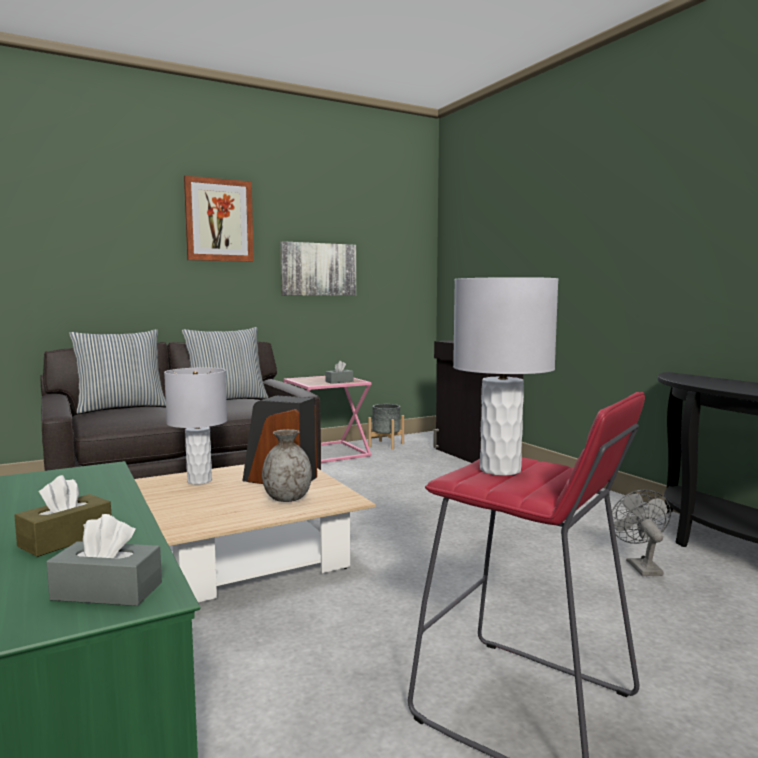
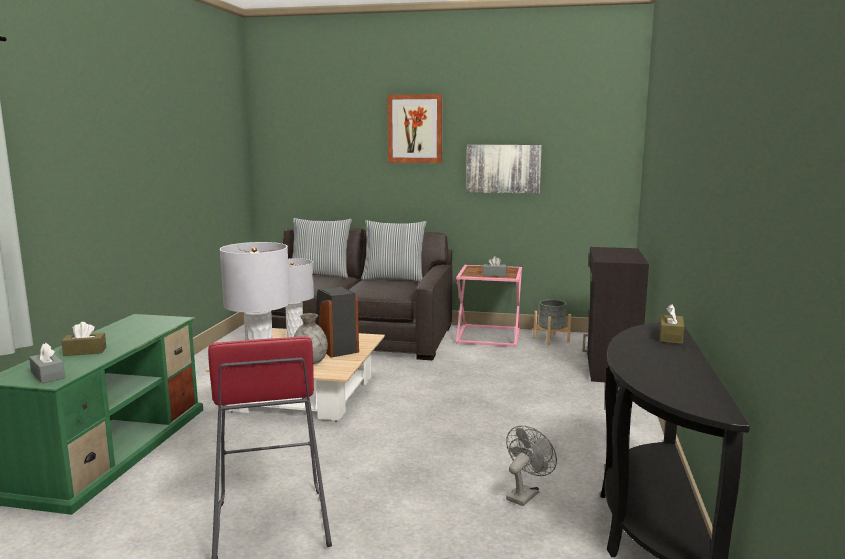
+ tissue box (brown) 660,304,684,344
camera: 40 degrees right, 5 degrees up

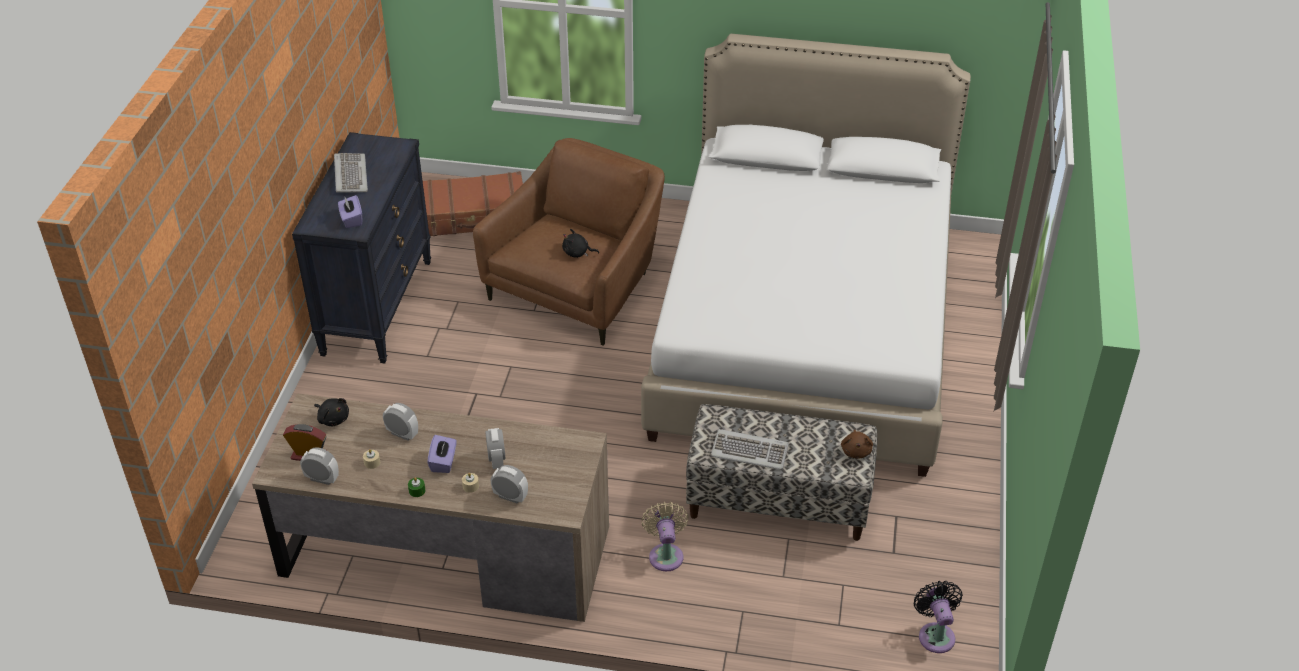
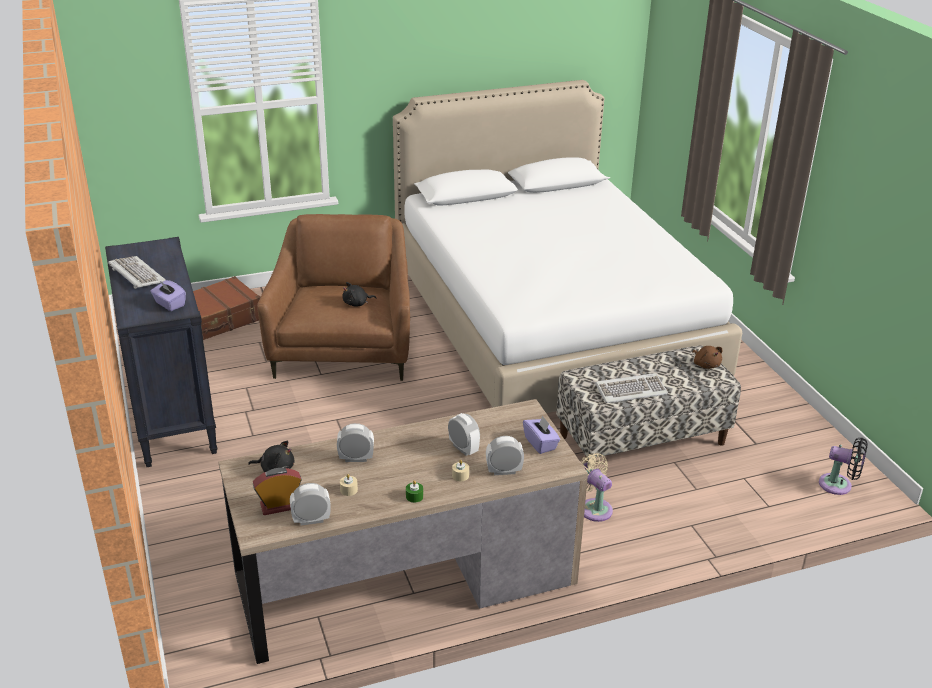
~ tissue box (purple) 427,435,457,473 to 523,415,560,454
~ fan (black) 914,581,963,653 = 819,438,868,495 150 degrees clockwise
camera: 30 degrees left, 10 degrees down

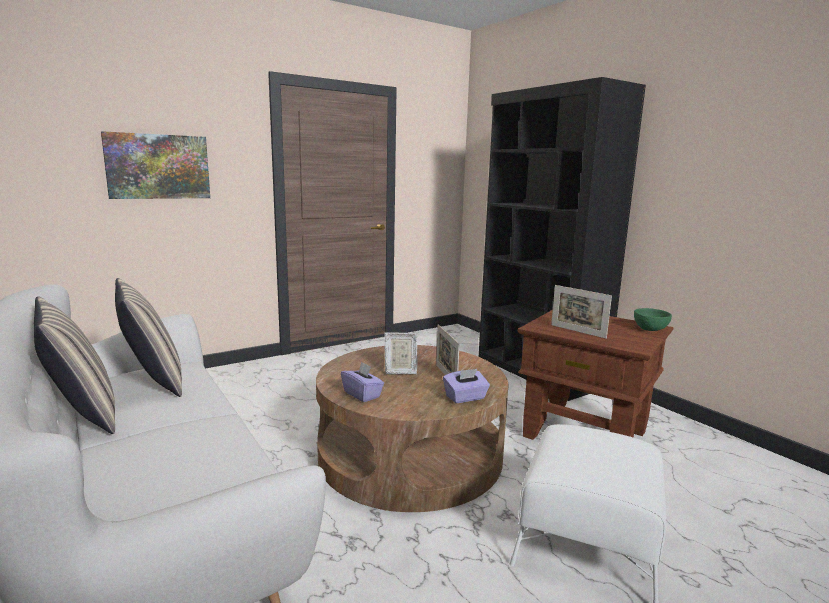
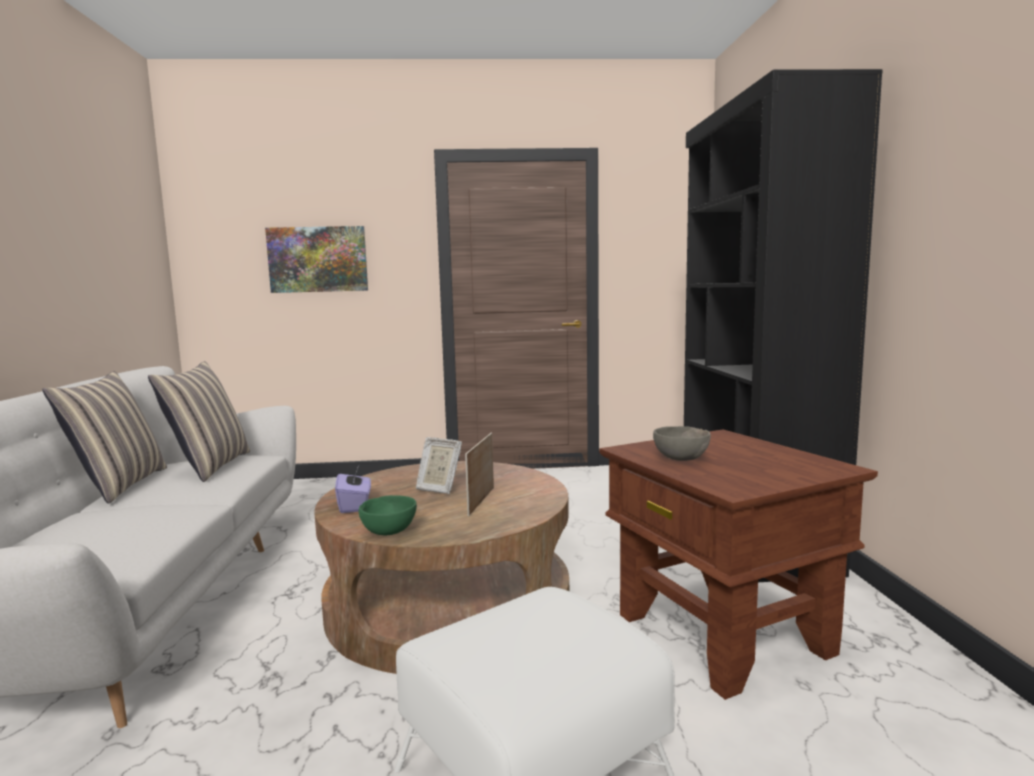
- tissue box (purple) 443,369,490,403
~ picture frame 551,285,612,339 to bowl (grey) 653,426,711,461
~ bowl (green) 634,308,672,331 to 358,495,417,535
camera: 30 degrees right, 5 degrees down

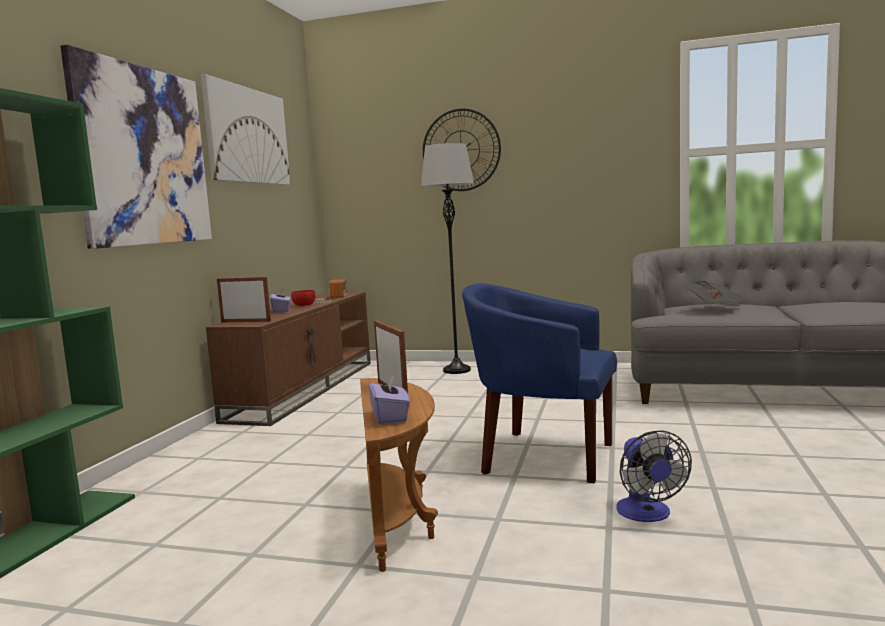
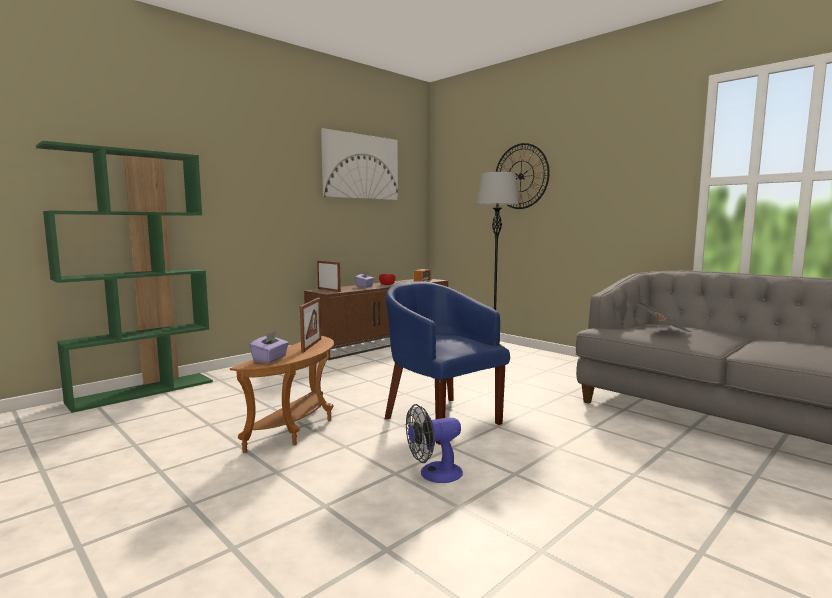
- picture 60,44,212,249
~ fan 616,430,692,522 = 406,404,463,483 45 degrees clockwise
camera: 30 degrees right, 0 degrees up

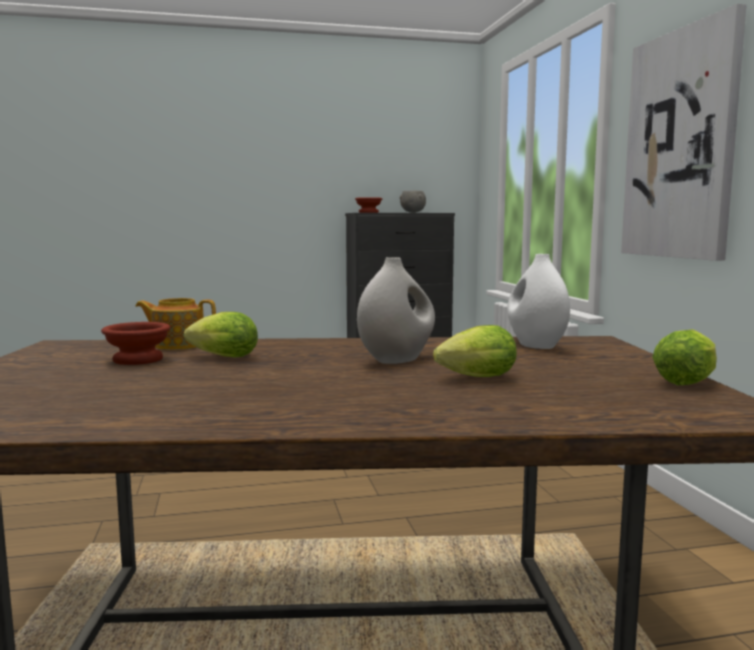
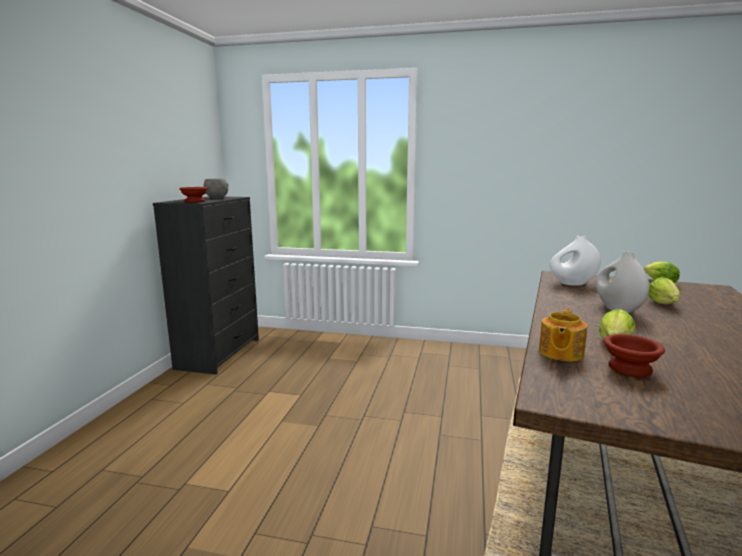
- picture 621,4,747,261
camera: 65 degrees left, 5 degrees up

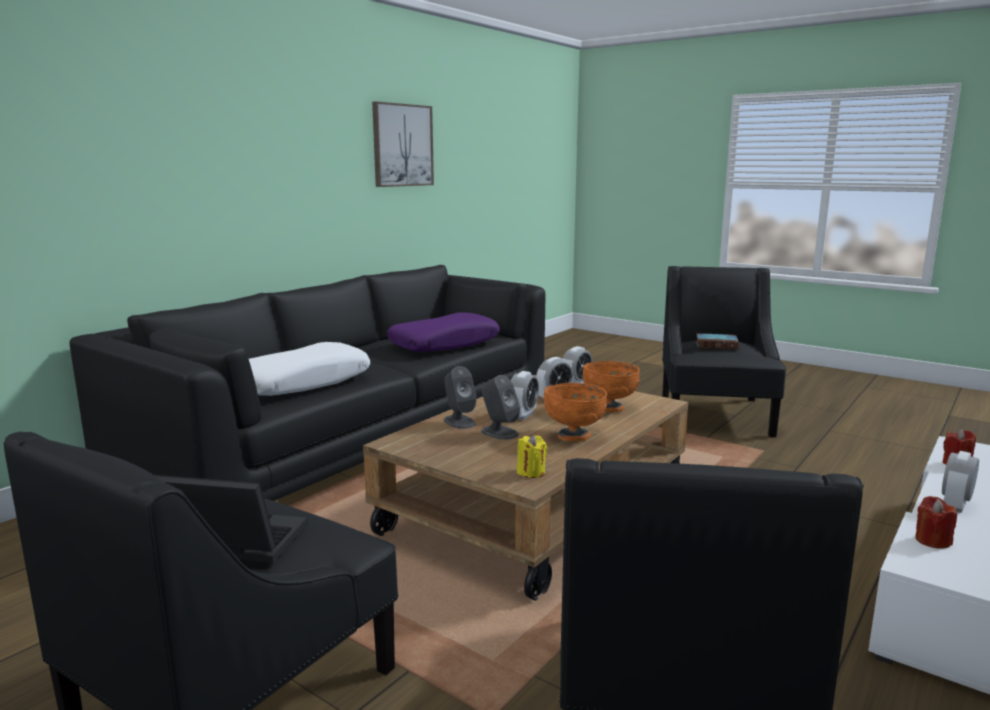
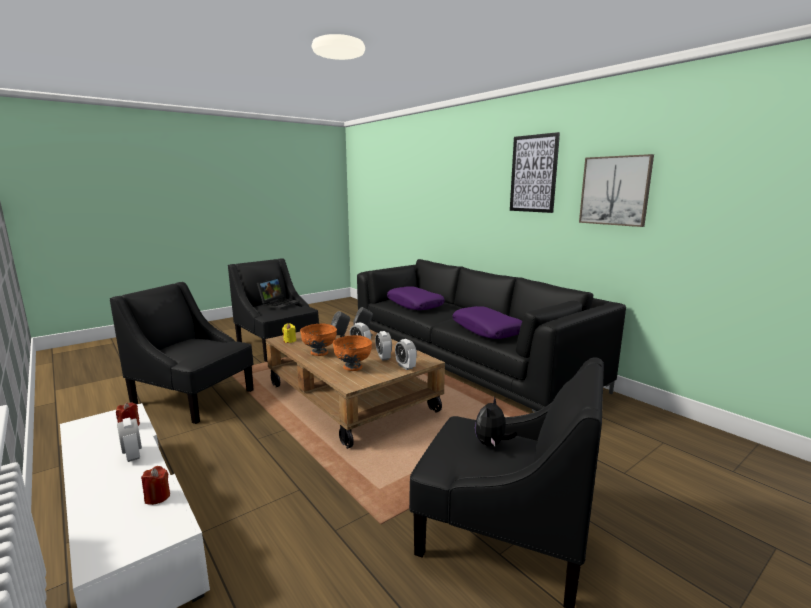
~ pillow (white) 249,342,370,396 to pillow (purple) 387,286,445,310
~ book 696,333,739,350 to plush toy 475,396,517,446
+ picture 510,132,560,213
camera: 105 degrees right, 0 degrees up

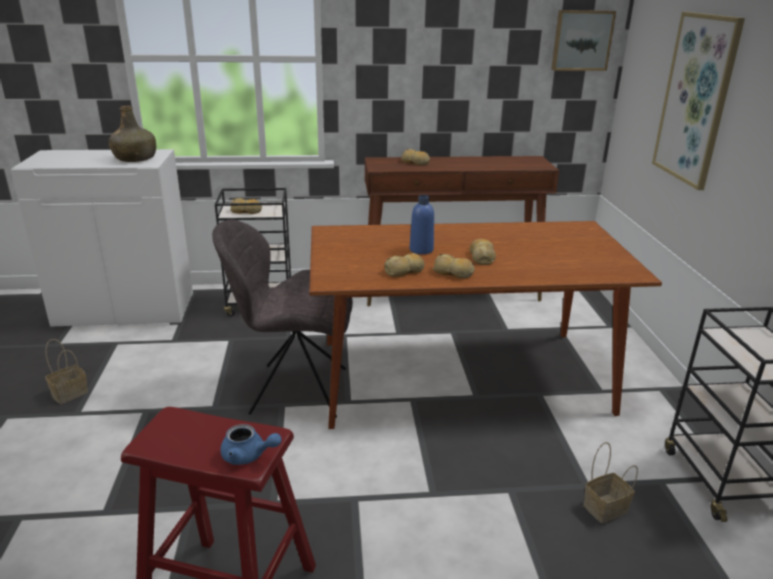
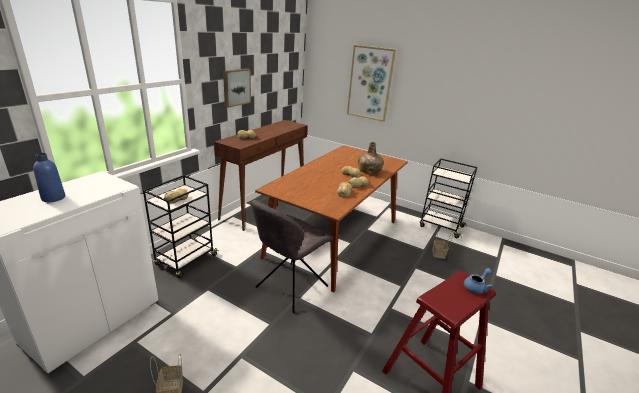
~ bottle (green) 109,106,156,162 to 358,142,384,174
~ bottle (blue) 410,195,434,254 to 33,153,65,202
~ picture 551,10,616,71 to 223,68,251,108
camera: 55 degrees left, 0 degrees up

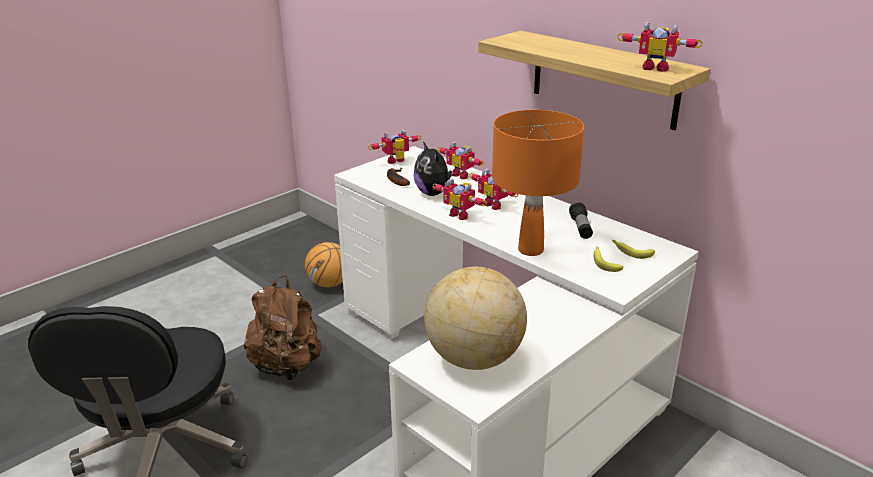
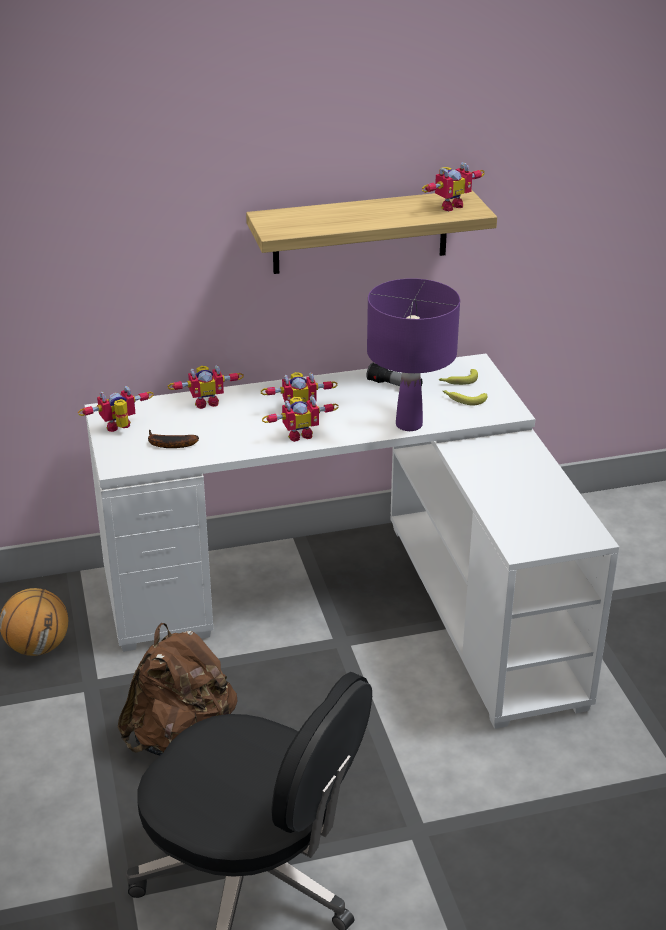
~ toy robot 368,129,421,164 = 78,386,154,432 60 degrees clockwise
- plush toy 414,141,452,196
- globe 424,267,527,370
~ table lamp (orange) 492,110,584,256 to table lamp (purple) 367,278,460,431
camera: 60 degrees left, 5 degrees up

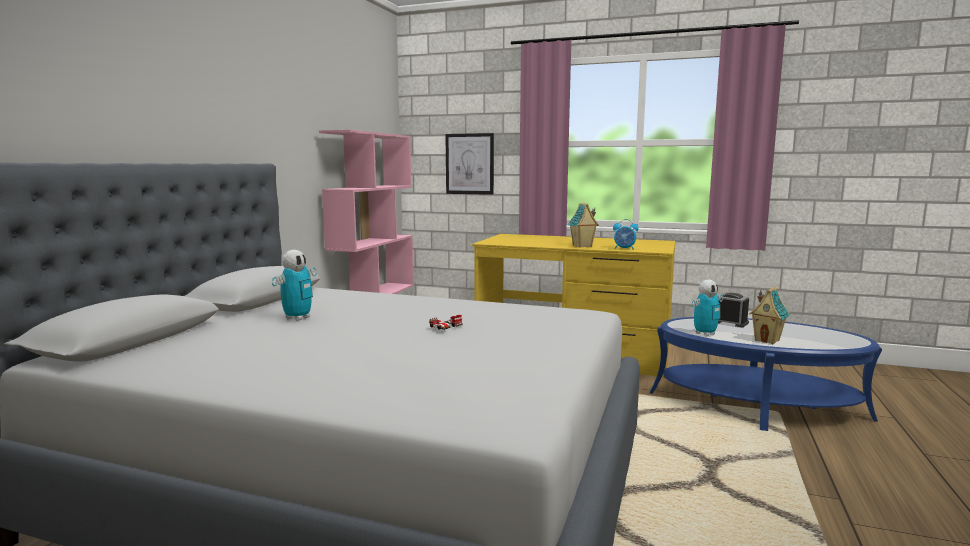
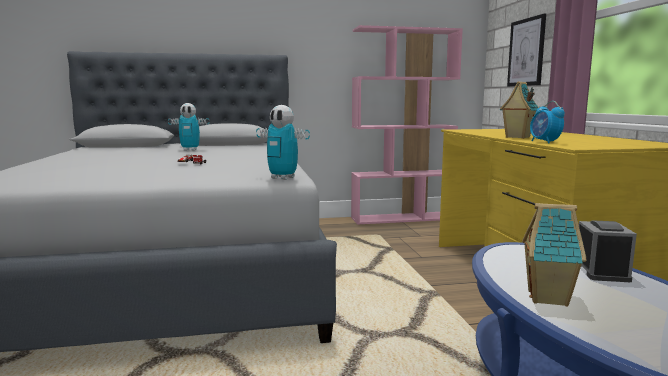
~ toy robot 691,280,723,336 to 256,105,310,180
camera: 60 degrees right, 0 degrees up

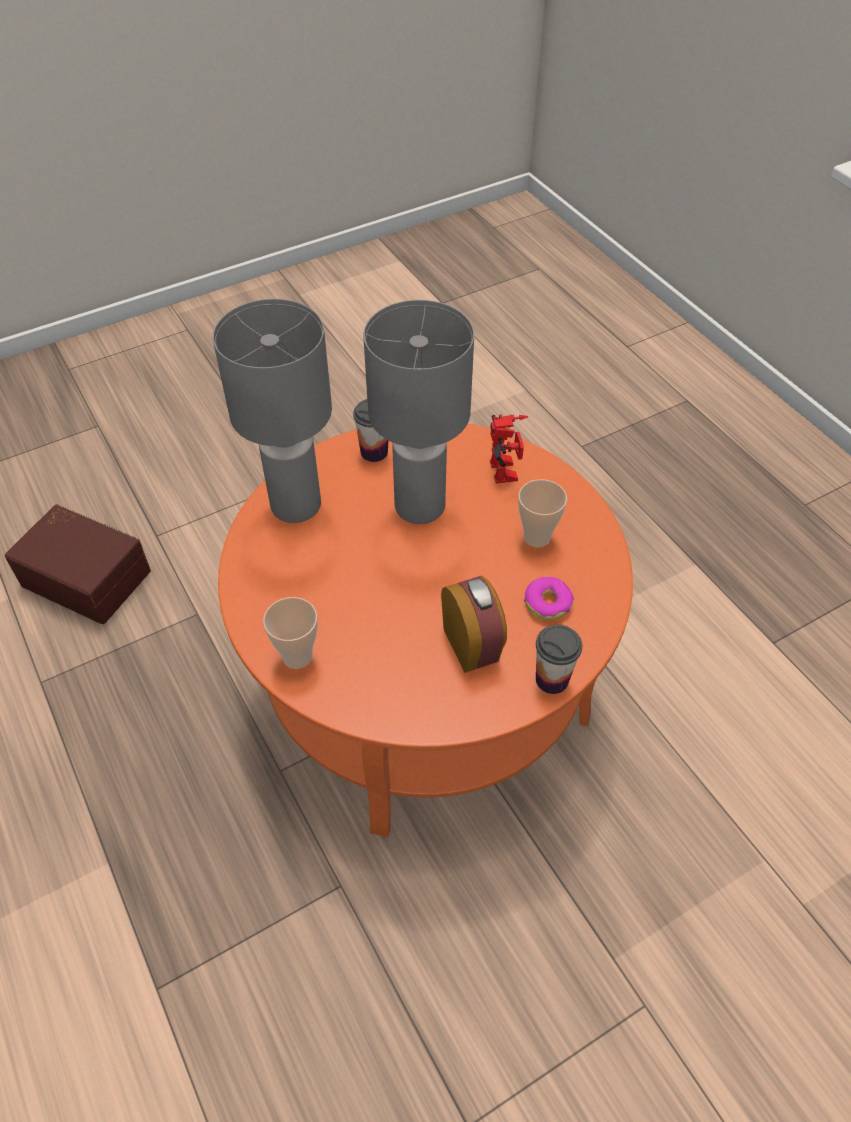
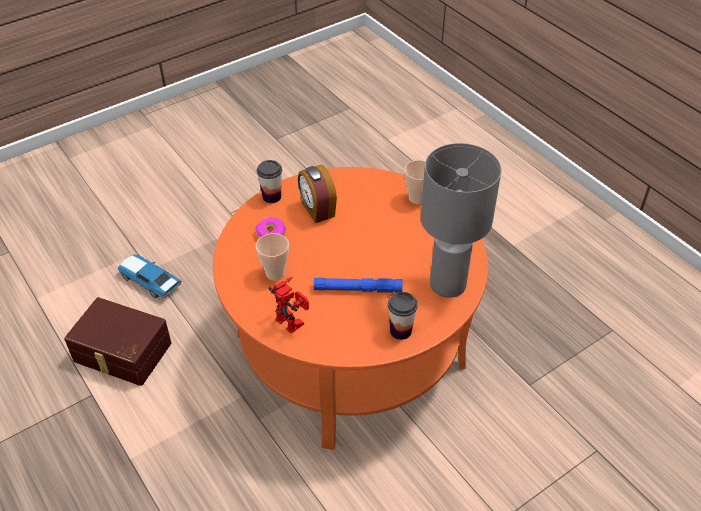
~ storage box (brown) 5,504,151,624 to 64,297,171,386
~ table lamp (grey) 363,300,474,524 to flashlight (blue) 314,278,402,293
~ toy robot 490,414,528,484 = 268,277,309,334 150 degrees clockwise
+ toy car 117,254,182,298
camera: 175 degrees right, 5 degrees down

